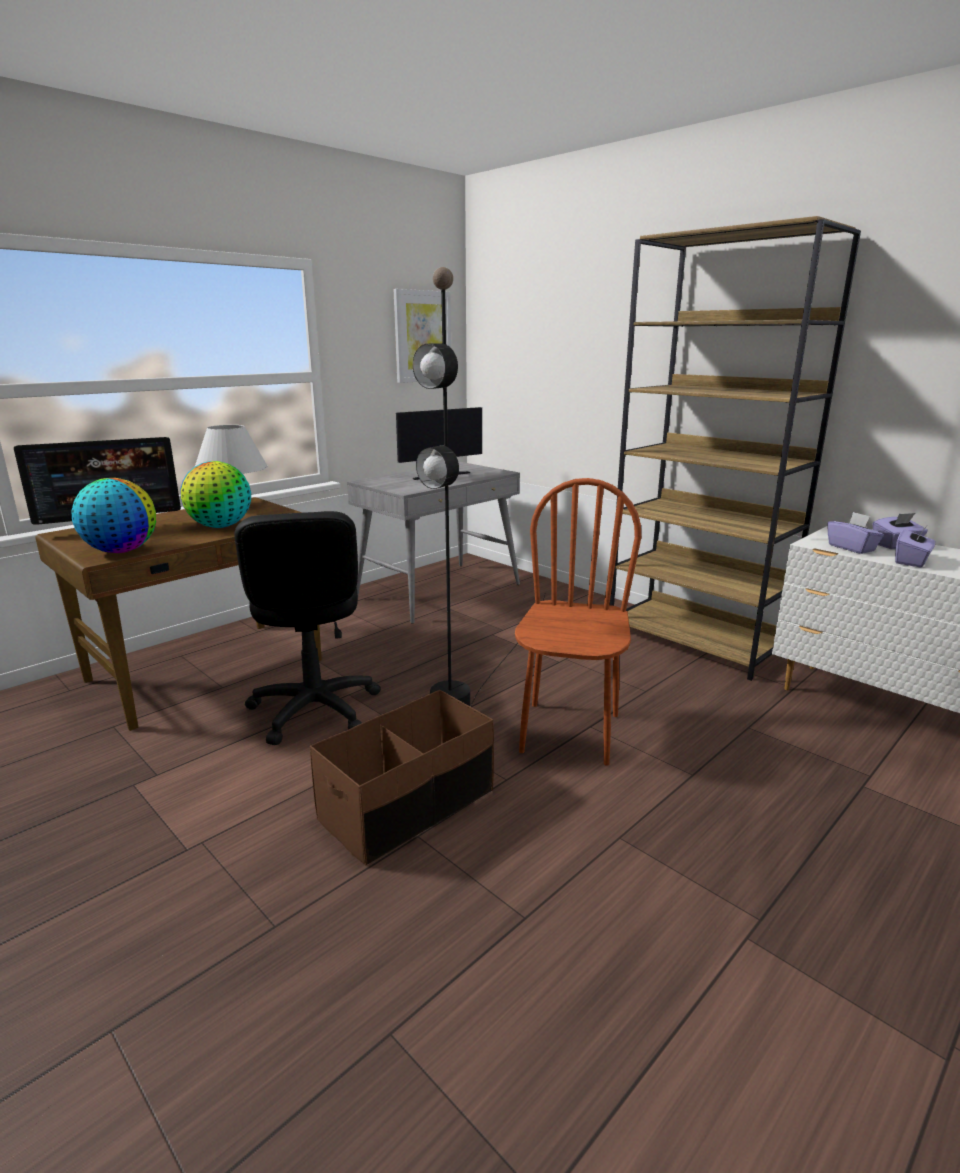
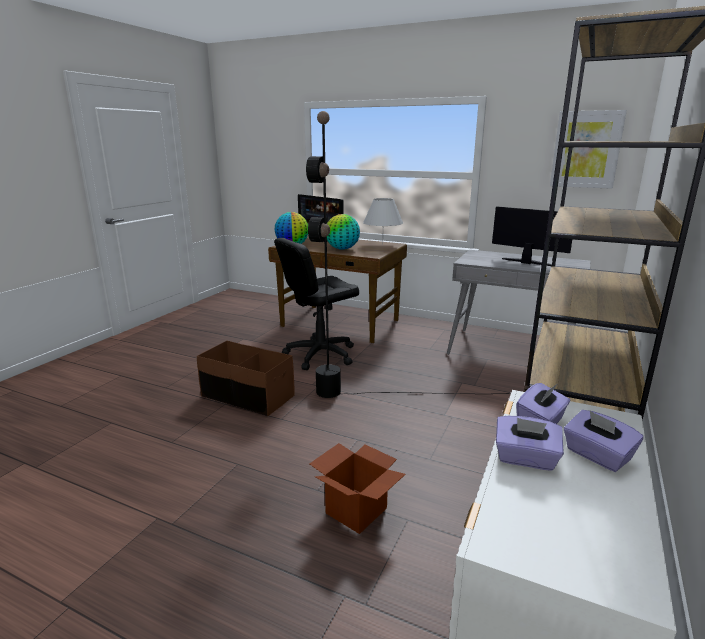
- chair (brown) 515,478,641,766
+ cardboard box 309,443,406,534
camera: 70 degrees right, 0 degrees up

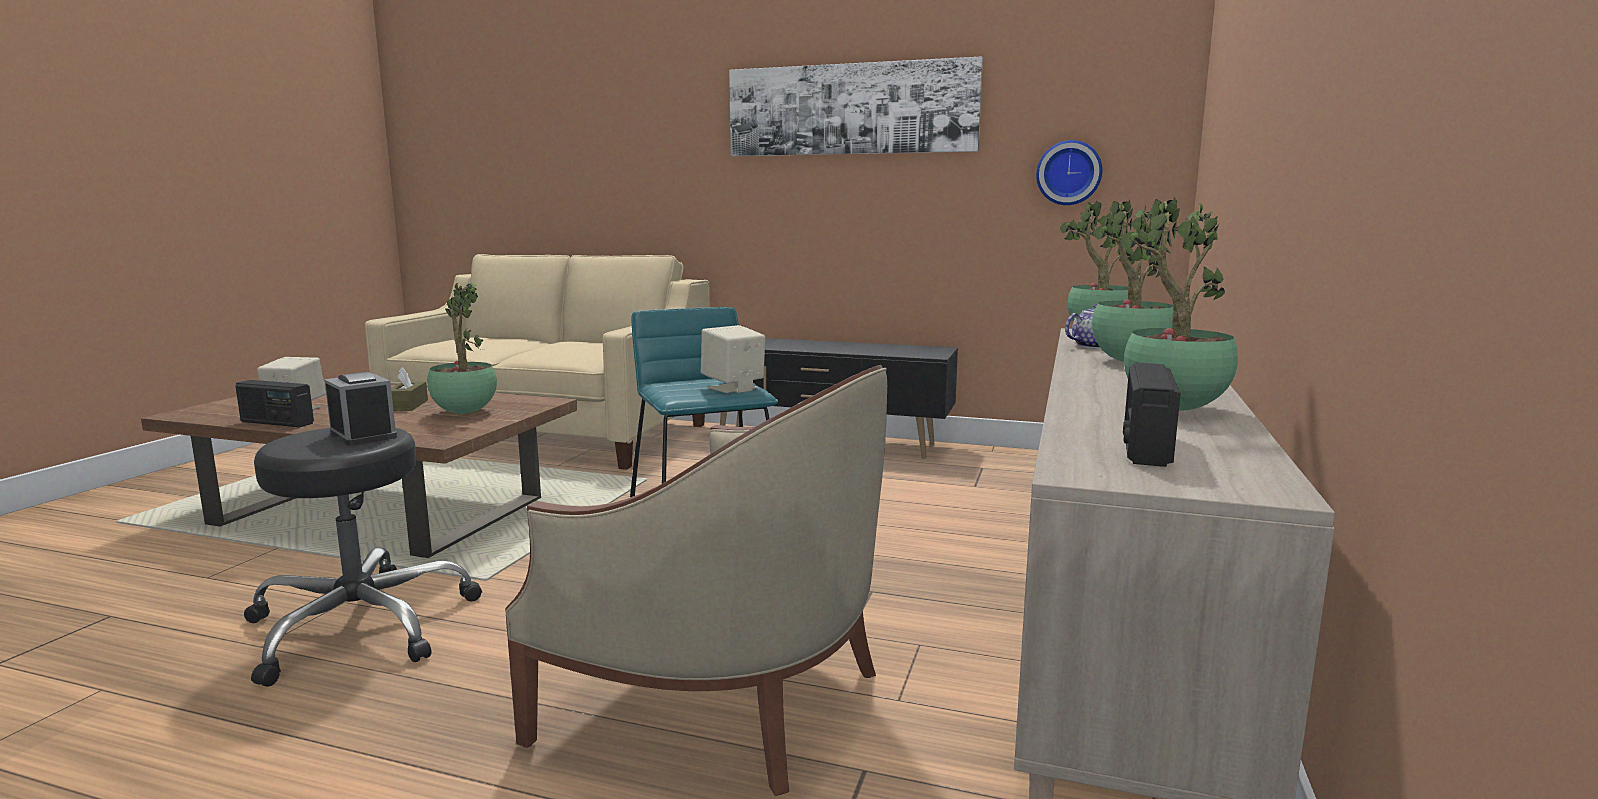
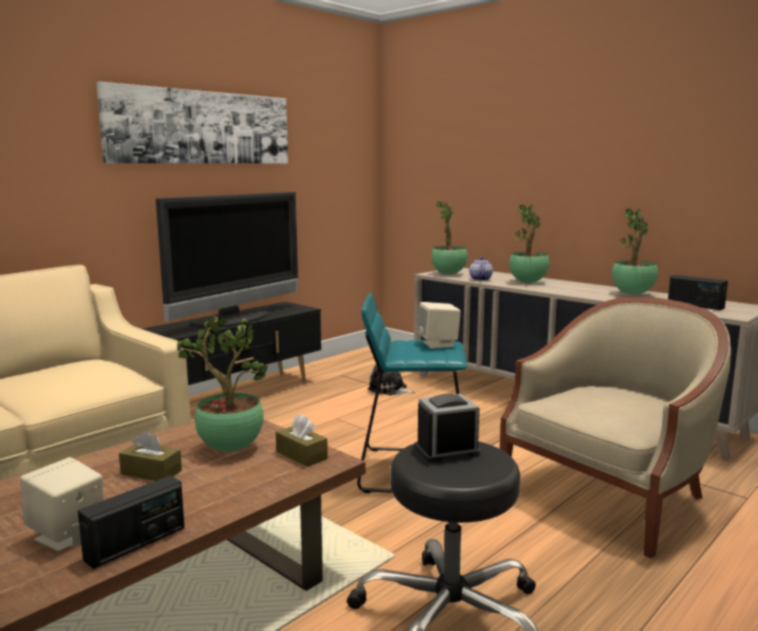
- wall clock 1036,140,1102,205
+ television 156,192,298,328
+ tissue box (brown) 276,414,328,467
+ plush toy 368,364,416,395
camera: 65 degrees left, 0 degrees up

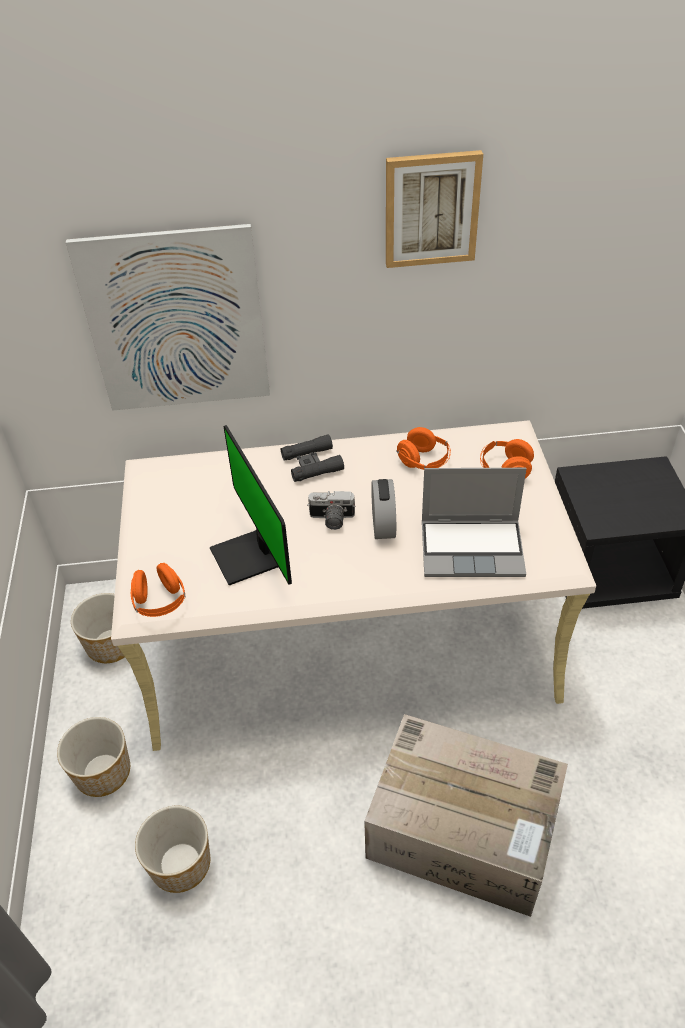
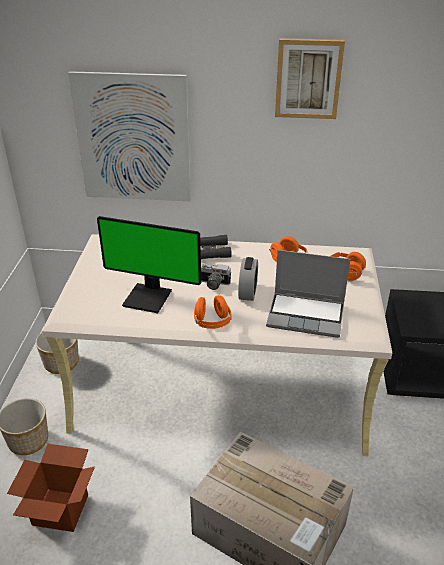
~ headphones (orange) 131,563,185,617 to 194,295,232,329
~ planter 135,806,210,893 to cardboard box 7,444,95,532
~ monitor 210,425,292,586 = 97,216,201,313 60 degrees counterclockwise
camera: 10 degrees right, 10 degrees down

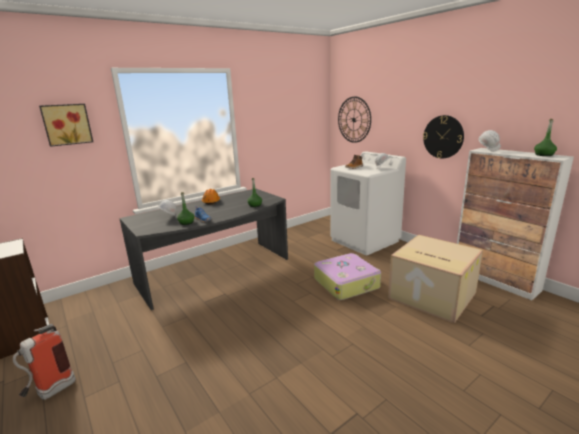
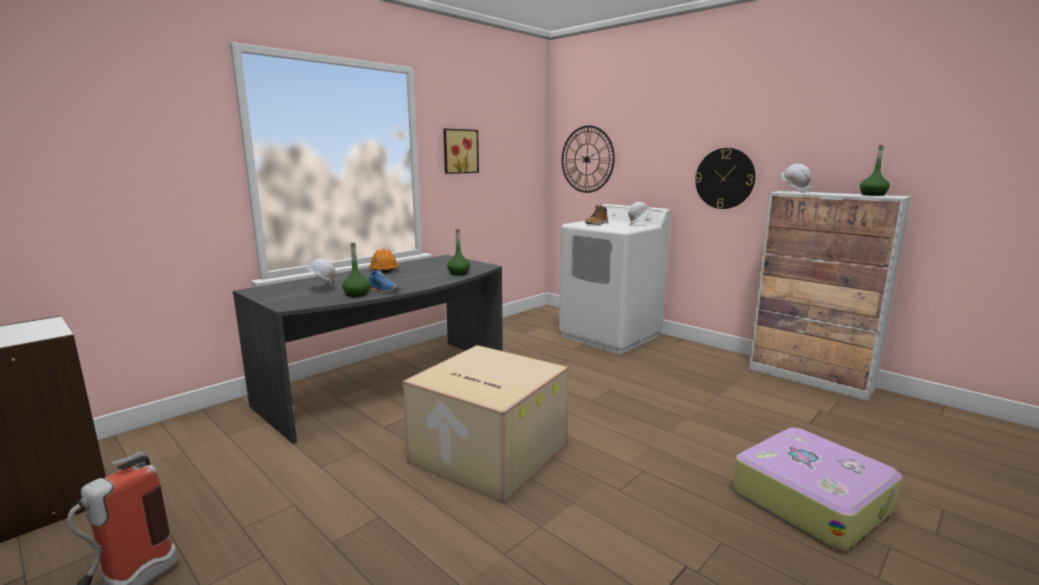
~ picture 39,104,93,147 to 443,129,479,174
~ suitcase 314,253,381,300 to 733,427,903,550
~ cardboard box 388,235,483,324 to 402,345,568,504
camera: 10 degrees left, 5 degrees down

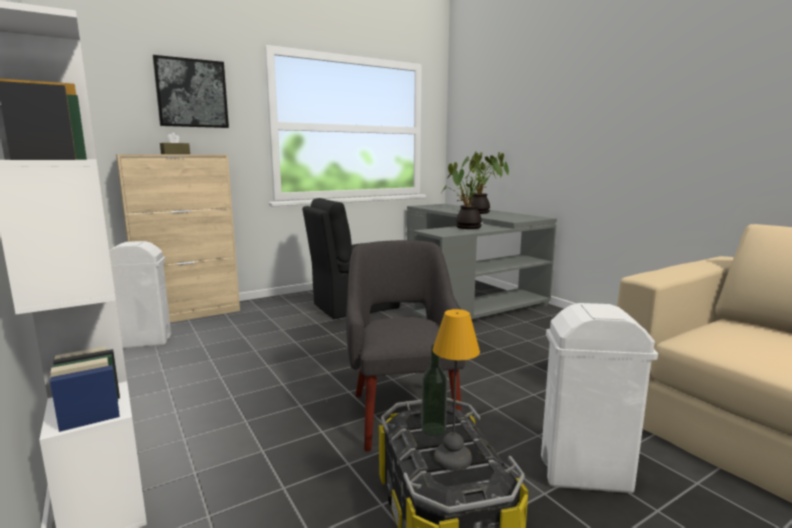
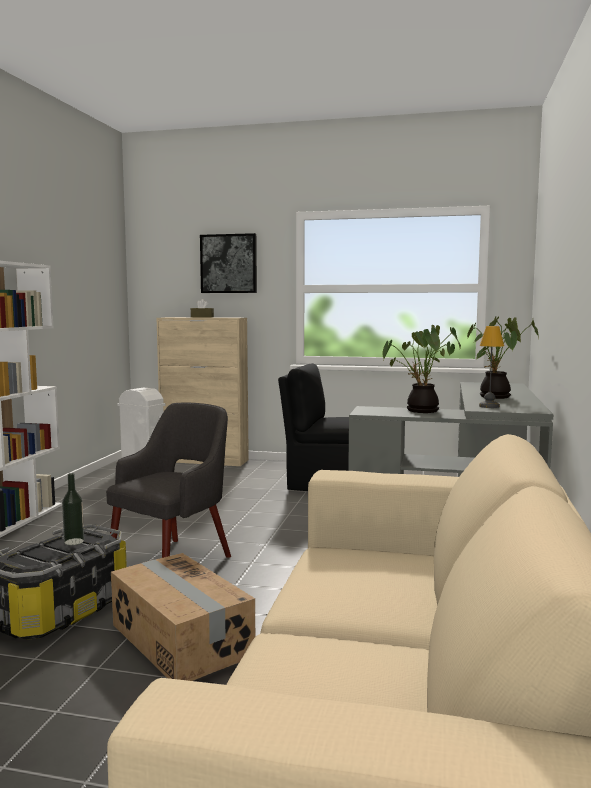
~ table lamp 433,309,480,471 to 479,326,504,408
~ trash can (white) 541,303,658,493 to cardboard box 111,553,255,681
camera: 45 degrees right, 5 degrees down

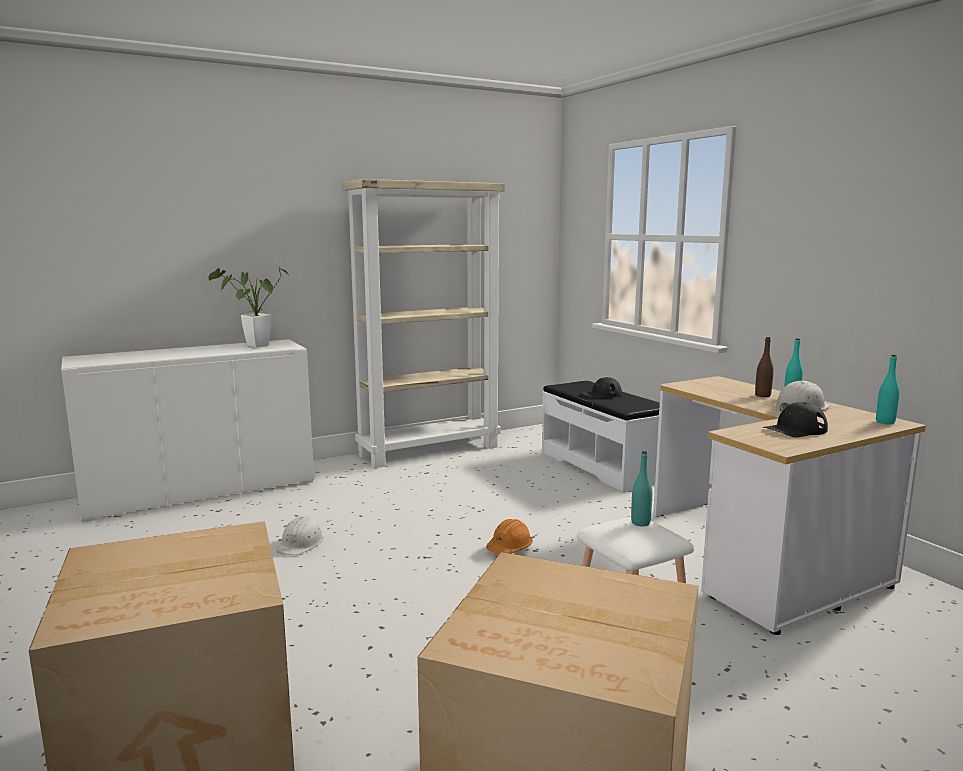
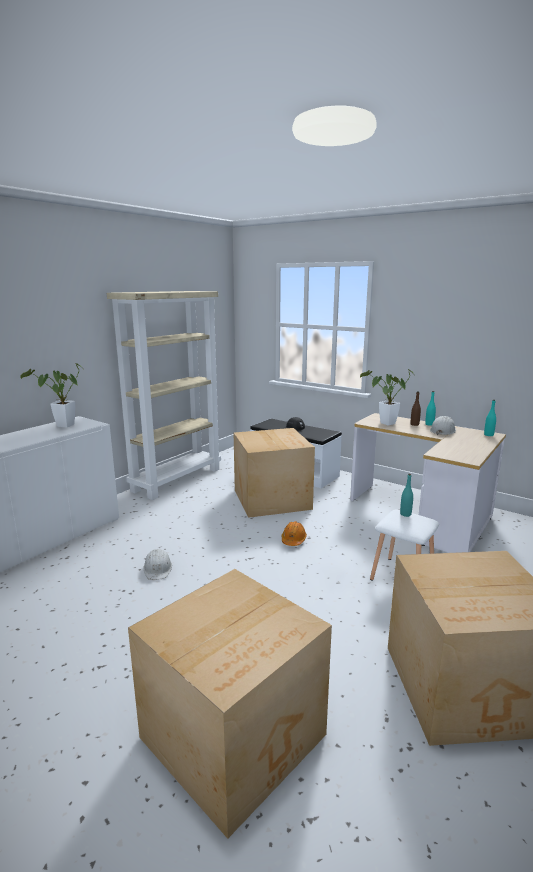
- cap (black) 763,402,828,437
+ cardboard box 234,428,315,518
+ potted plant 360,369,414,425
camera: 25 degrees left, 5 degrees up

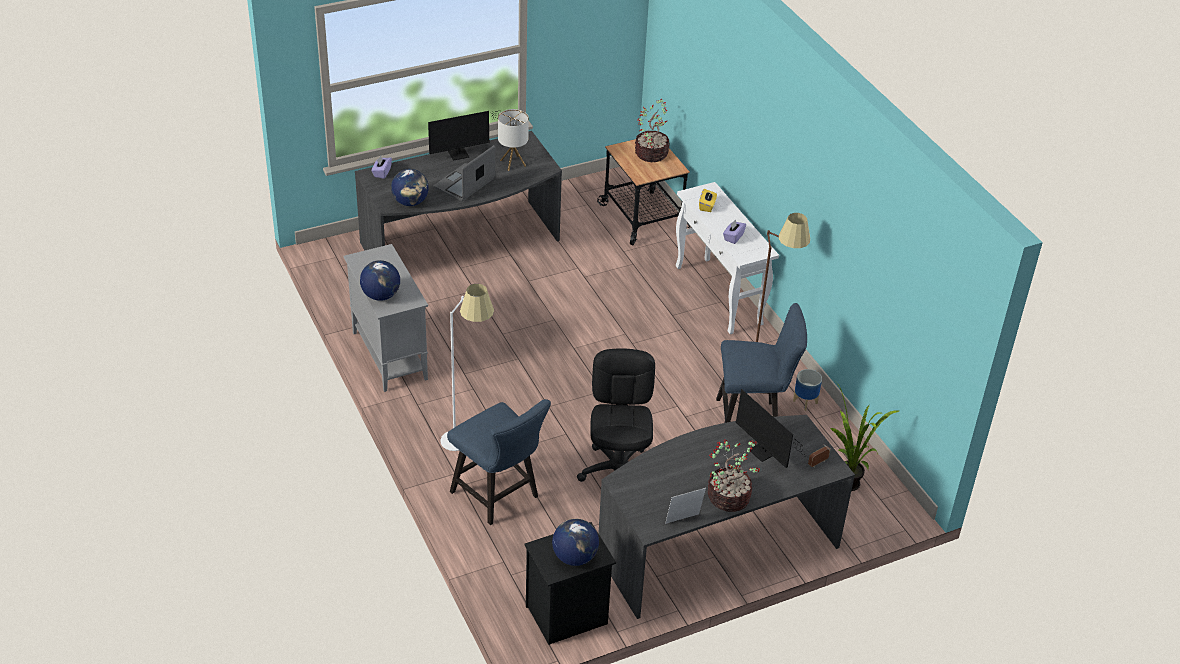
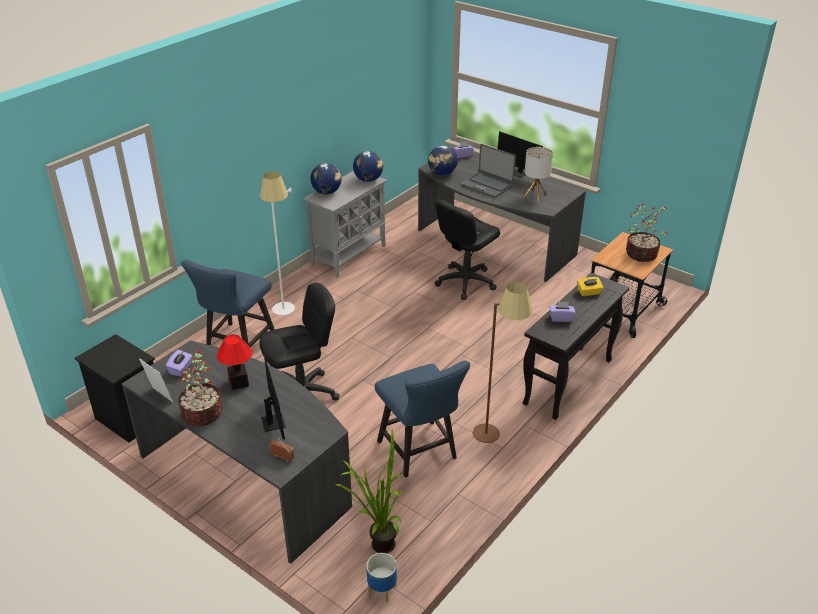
~ laptop 434,145,495,201 = 461,144,516,198 150 degrees counterclockwise
~ globe 552,519,599,566 to 353,151,383,182
~ console table (white) 676,182,779,334 to console table (black) 523,273,629,420
~ monitor 735,389,807,468 = 261,354,286,439 135 degrees clockwise
~ planter 793,369,822,411 to 367,553,397,603
+ tissue box (purple) 166,350,192,376
+ table lamp 217,334,252,390
+ office chair (black) 435,199,500,300
camera: 65 degrees right, 5 degrees down

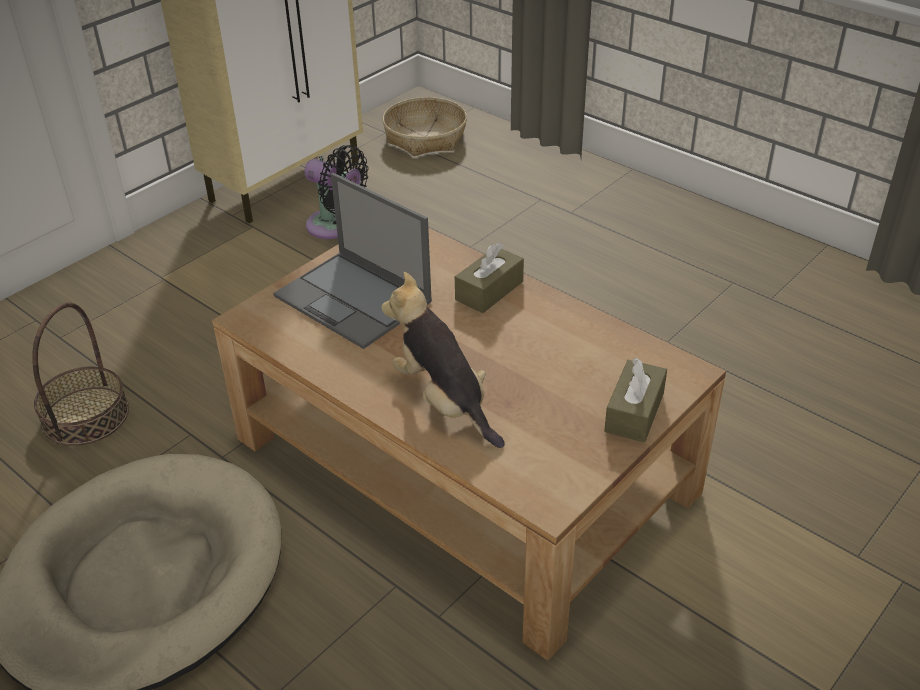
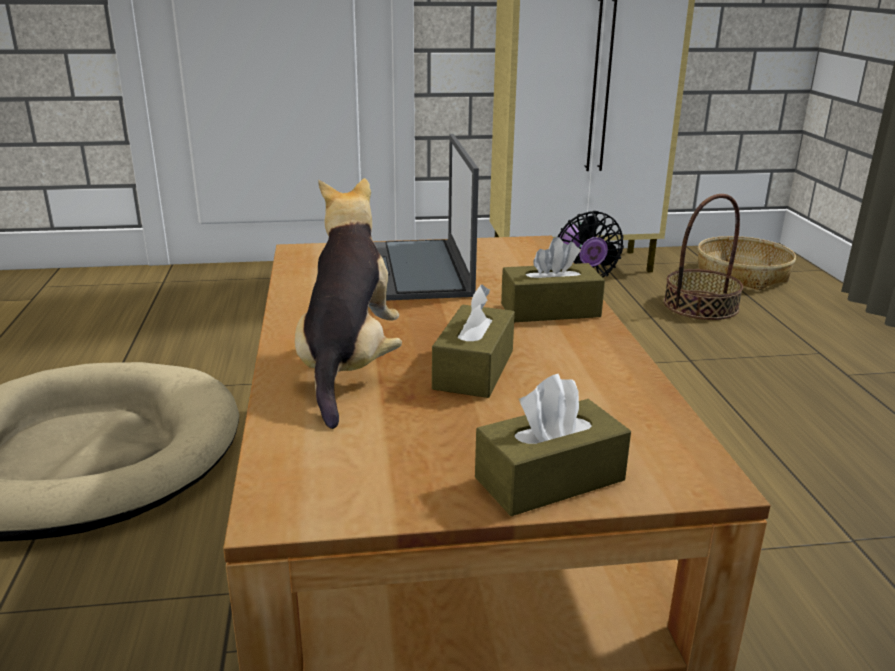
~ basket 32,302,129,446 to 664,194,743,320
+ tissue box (brown) 432,285,515,398
camera: 40 degrees right, 15 degrees down

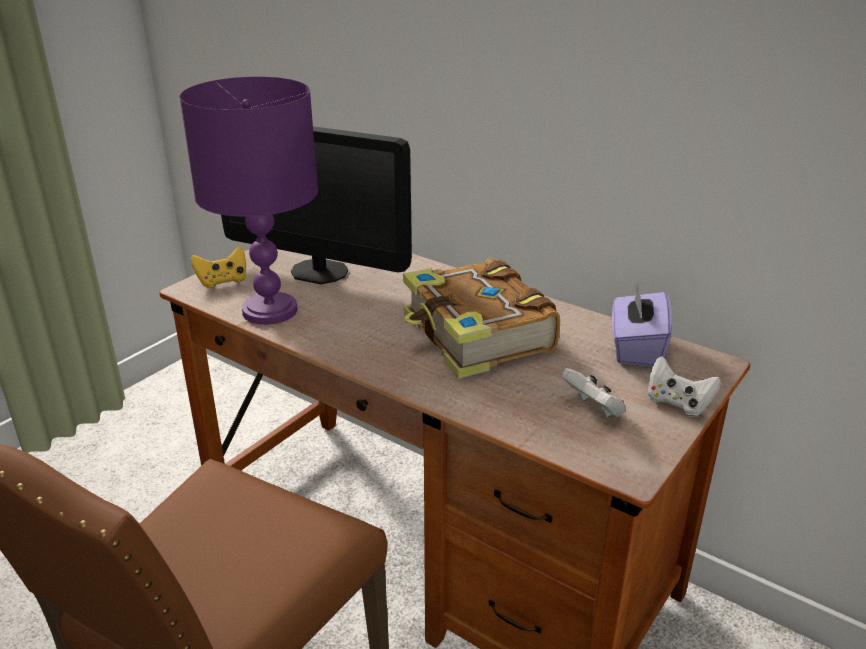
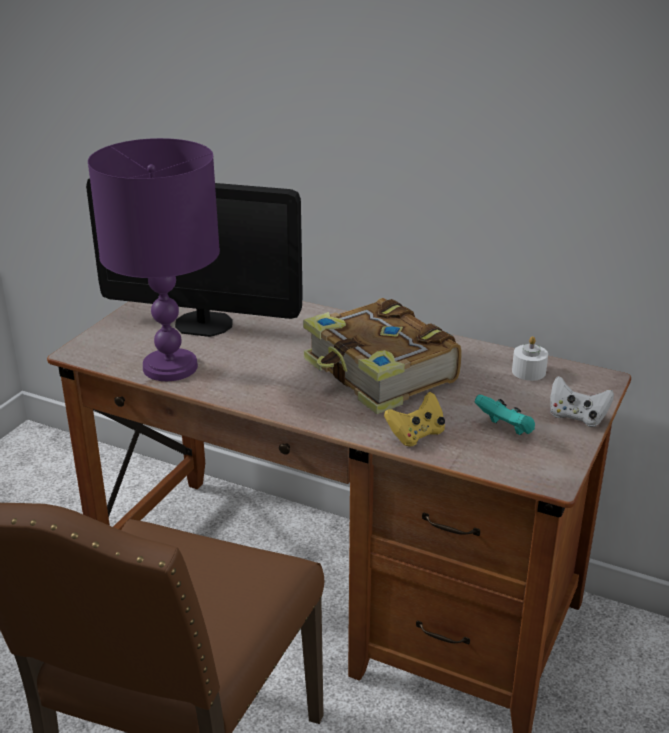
~ game controller (yellow) 191,246,246,288 to 384,392,445,447
~ game controller (white) 561,368,626,417 to game controller (turquoise) 475,394,535,435
~ tissue box (purple) 612,284,672,367 to candle (white) 512,336,548,381
camera: 10 degrees left, 0 degrees up

